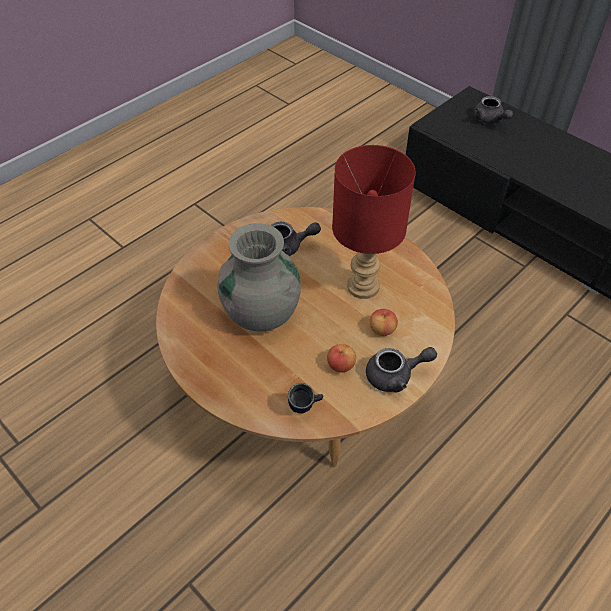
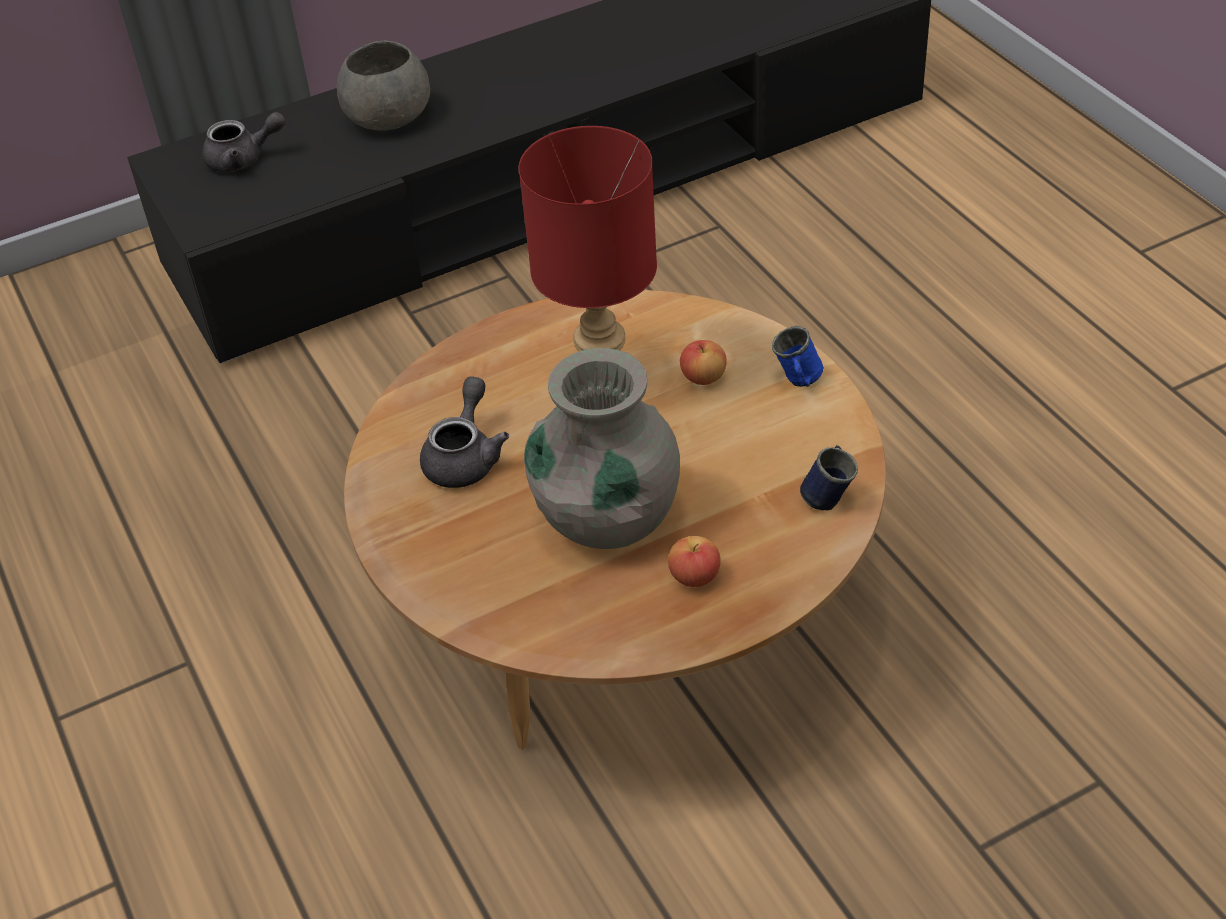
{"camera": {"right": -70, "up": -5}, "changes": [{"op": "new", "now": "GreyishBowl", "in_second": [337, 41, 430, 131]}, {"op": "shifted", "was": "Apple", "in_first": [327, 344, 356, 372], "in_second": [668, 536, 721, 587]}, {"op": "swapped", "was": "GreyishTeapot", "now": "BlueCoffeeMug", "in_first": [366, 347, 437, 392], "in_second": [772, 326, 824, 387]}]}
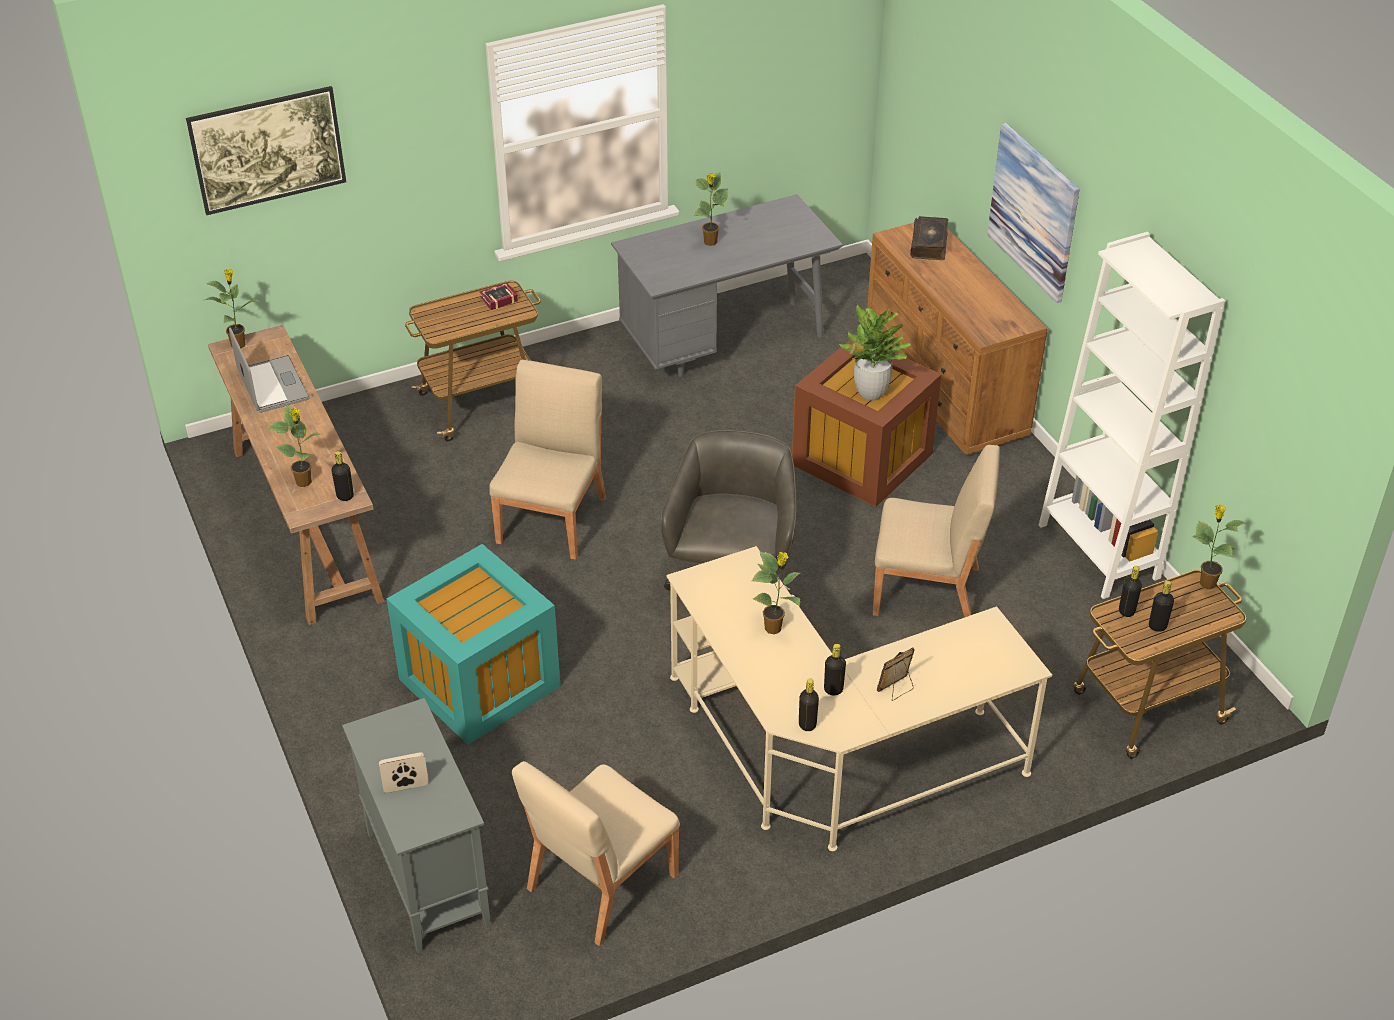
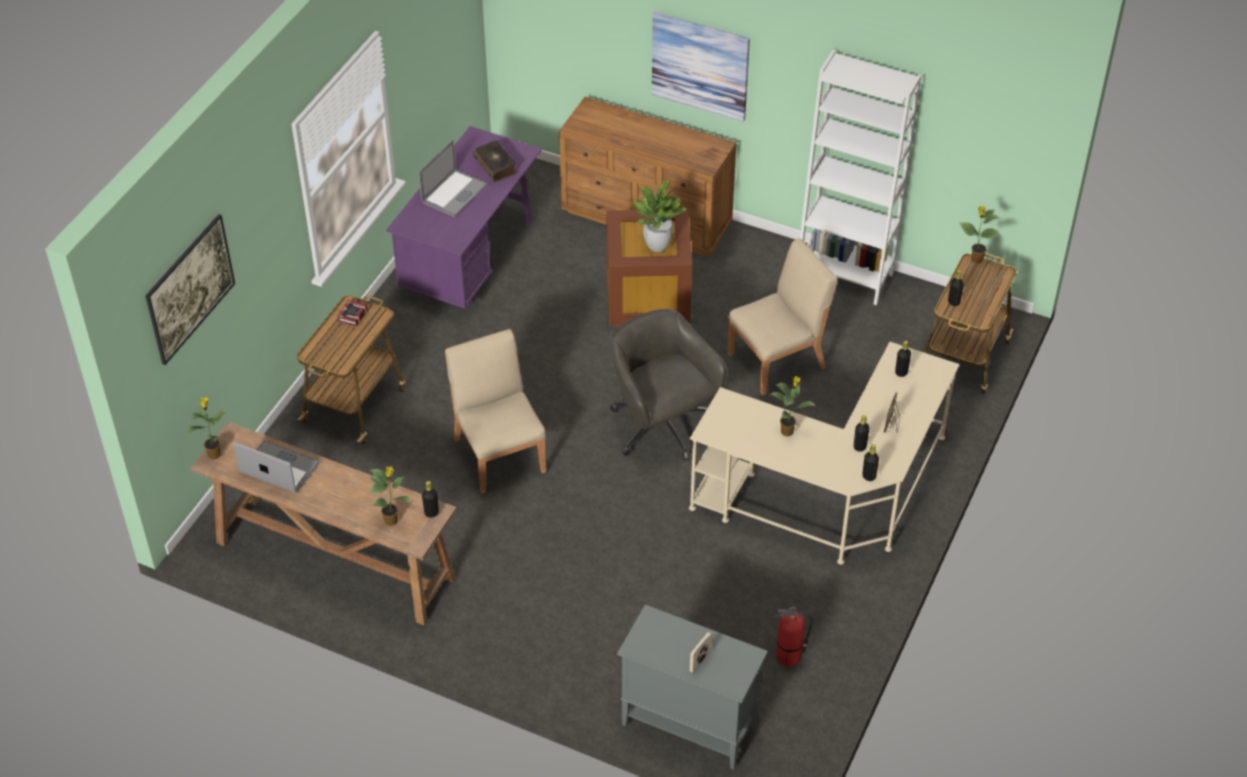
{"camera": {"right": -40, "up": 5}, "changes": [{"op": "repainted", "was": "GreyishDeskUnit", "now": "PurpleColouredDeskUnit", "in_first": [611, 194, 843, 377], "in_second": [386, 126, 542, 309]}, {"op": "swapped", "was": "Houseplant", "now": "PortableComputer", "in_first": [694, 172, 728, 246], "in_second": [419, 140, 487, 217]}, {"op": "shifted", "was": "BoundBook", "in_first": [910, 216, 948, 260], "in_second": [473, 140, 517, 182]}, {"op": "swapped", "was": "BeigeChair", "now": "FireExtinguisher", "in_first": [512, 761, 680, 946], "in_second": [774, 607, 812, 667]}, {"op": "shifted", "was": "BlackishBottle", "in_first": [1149, 581, 1174, 632], "in_second": [895, 340, 911, 377]}, {"op": "gone", "was": "TurquoiseStorageBox", "in_first": [387, 544, 560, 745]}]}
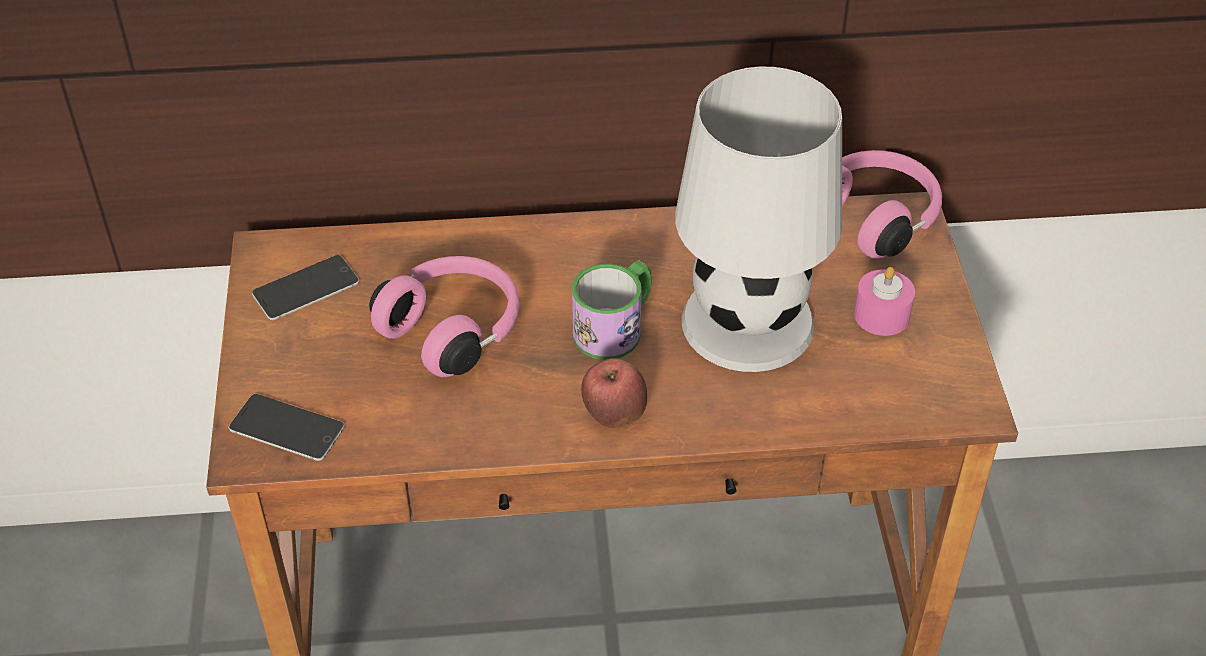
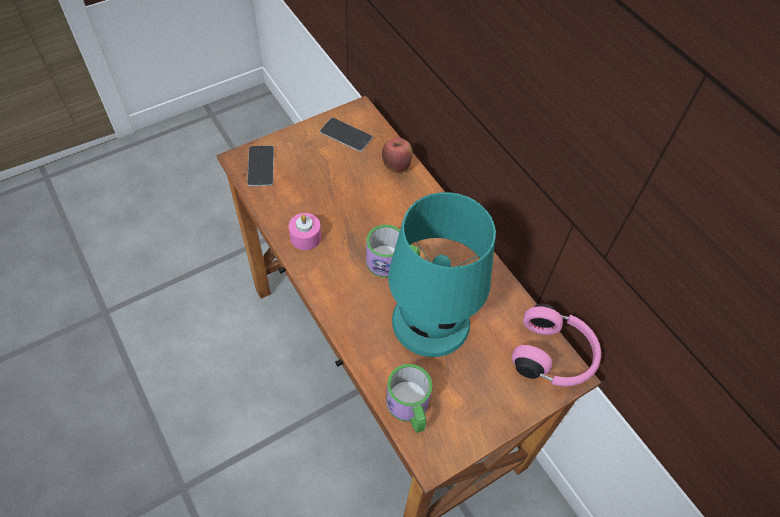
{"camera": {"right": 60, "up": 10}, "changes": [{"op": "shifted", "was": "PinkColouredCandle", "in_first": [854, 267, 915, 336], "in_second": [289, 213, 321, 250]}, {"op": "shifted", "was": "Apple", "in_first": [581, 358, 647, 429], "in_second": [382, 138, 413, 173]}, {"op": "new", "now": "CoffeeMug", "in_second": [386, 364, 432, 433]}, {"op": "repainted", "was": "WhiteColouredTableLamp", "now": "TurquoiseTableLamp", "in_first": [675, 67, 842, 372], "in_second": [388, 192, 496, 357]}, {"op": "gone", "was": "PinkColouredHeadset", "in_first": [369, 256, 520, 377]}]}
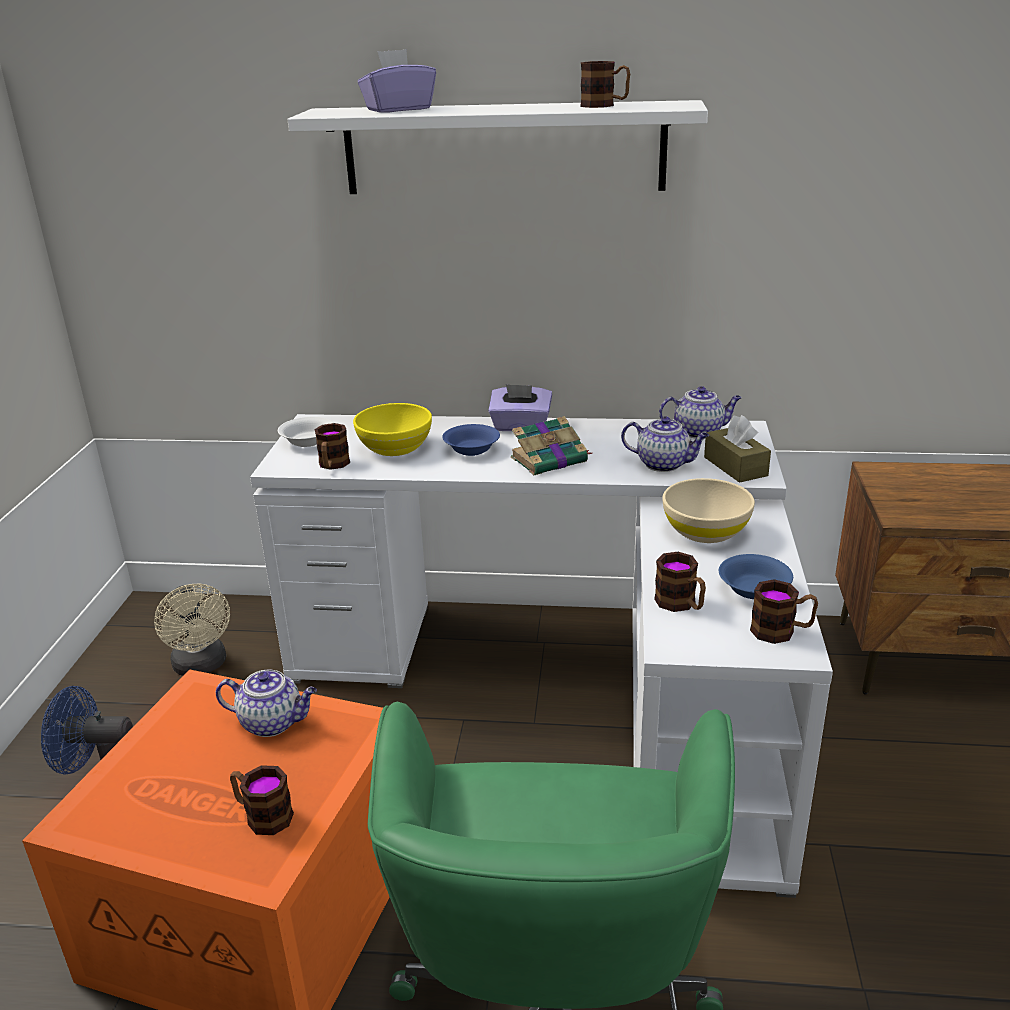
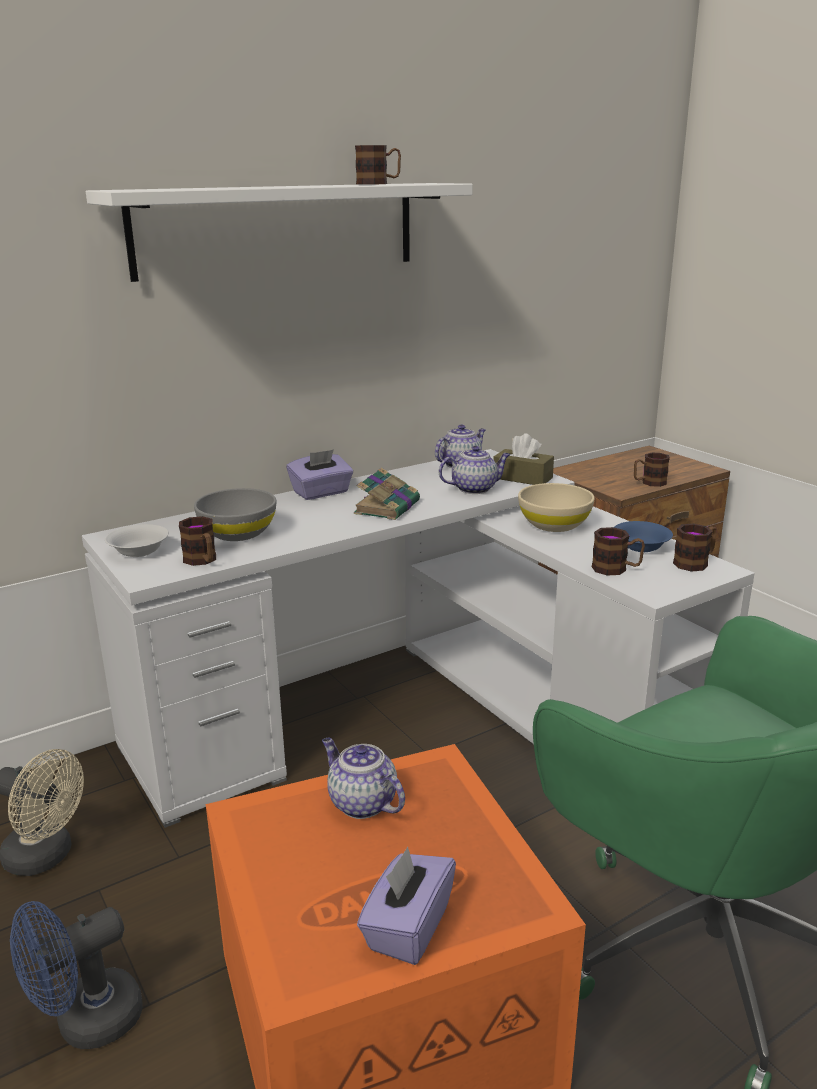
{"camera": {"right": -40, "up": -5}, "changes": [{"op": "repainted", "was": "YellowishBowl", "now": "GreyishBowl", "in_first": [353, 403, 432, 456], "in_second": [194, 488, 276, 541]}, {"op": "rotated", "was": "Teapot", "in_first": [216, 670, 317, 737], "in_second": [322, 738, 405, 819], "clockwise": -105}, {"op": "shifted", "was": "PurpleColouredTissueBox", "in_first": [358, 49, 436, 113], "in_second": [357, 847, 456, 965]}, {"op": "shifted", "was": "CoffeeMug", "in_first": [230, 765, 294, 835], "in_second": [634, 453, 670, 487]}, {"op": "gone", "was": "BlueBowl", "in_first": [442, 424, 500, 456]}]}
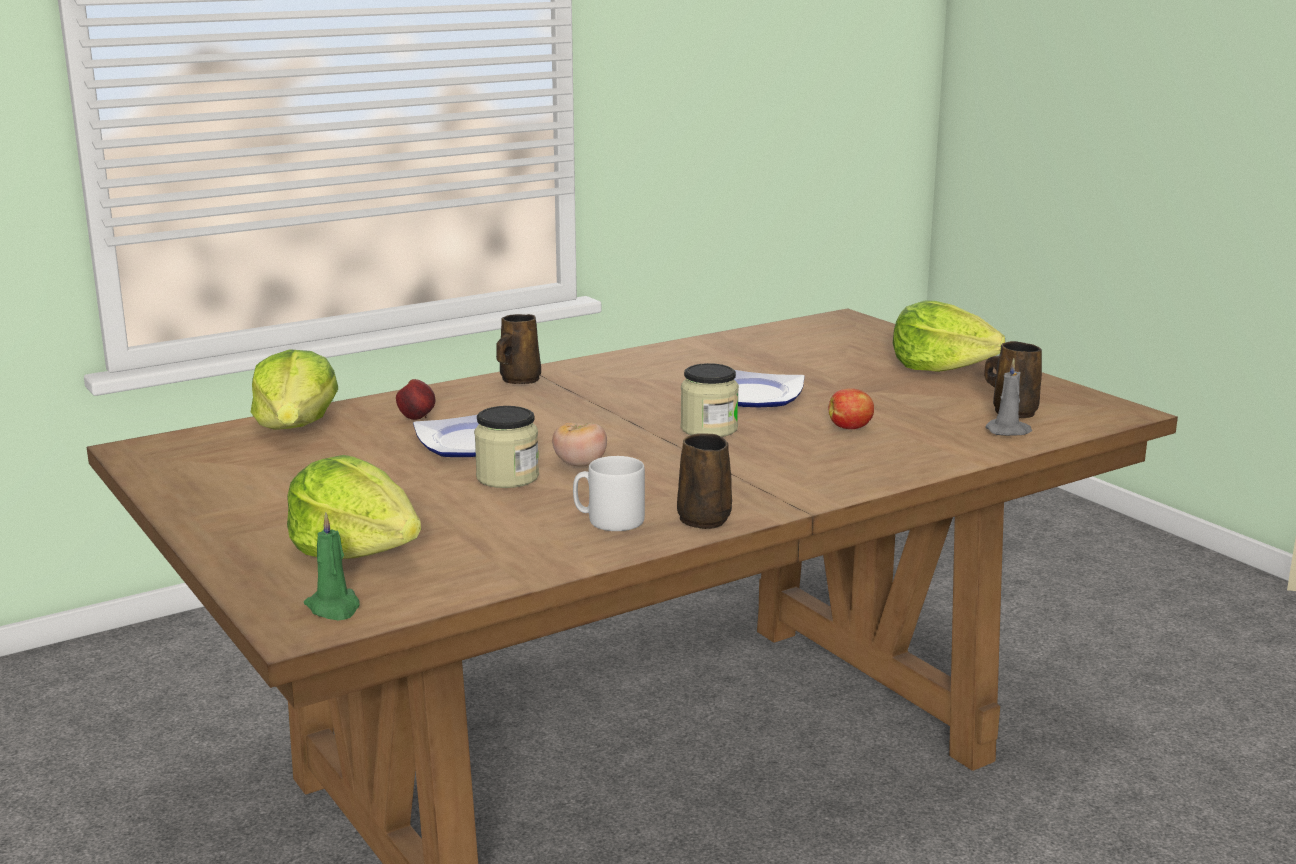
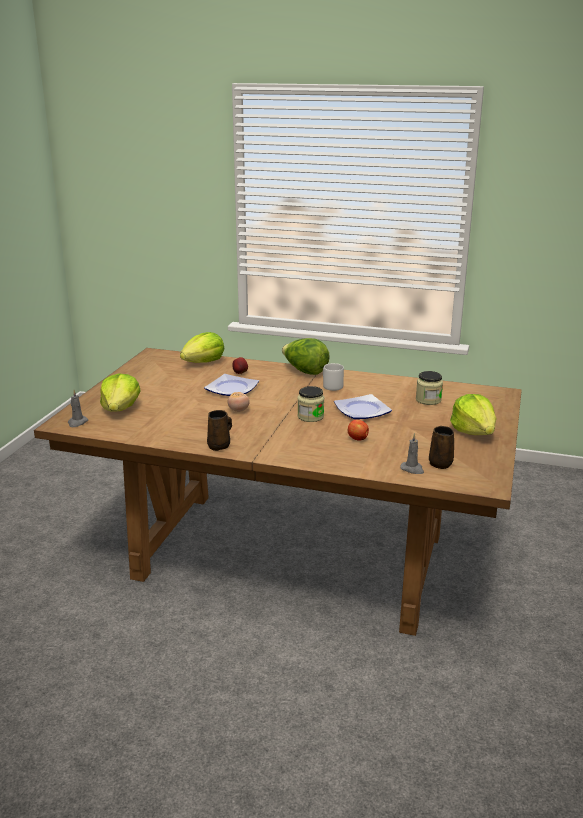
{"camera": {"right": 50, "up": 5}, "changes": [{"op": "repainted", "was": "GreenishCandle", "now": "GreyishCandle", "in_first": [304, 512, 360, 620], "in_second": [68, 390, 88, 427]}, {"op": "swapped", "was": "BrownishCoffeeMug", "now": "Lettuce", "in_first": [496, 314, 541, 384], "in_second": [282, 338, 330, 375]}, {"op": "shifted", "was": "GreyishCoffeeMug", "in_first": [573, 456, 645, 531], "in_second": [323, 363, 344, 391]}, {"op": "shifted", "was": "StorageJar", "in_first": [474, 406, 539, 488], "in_second": [416, 371, 443, 405]}]}
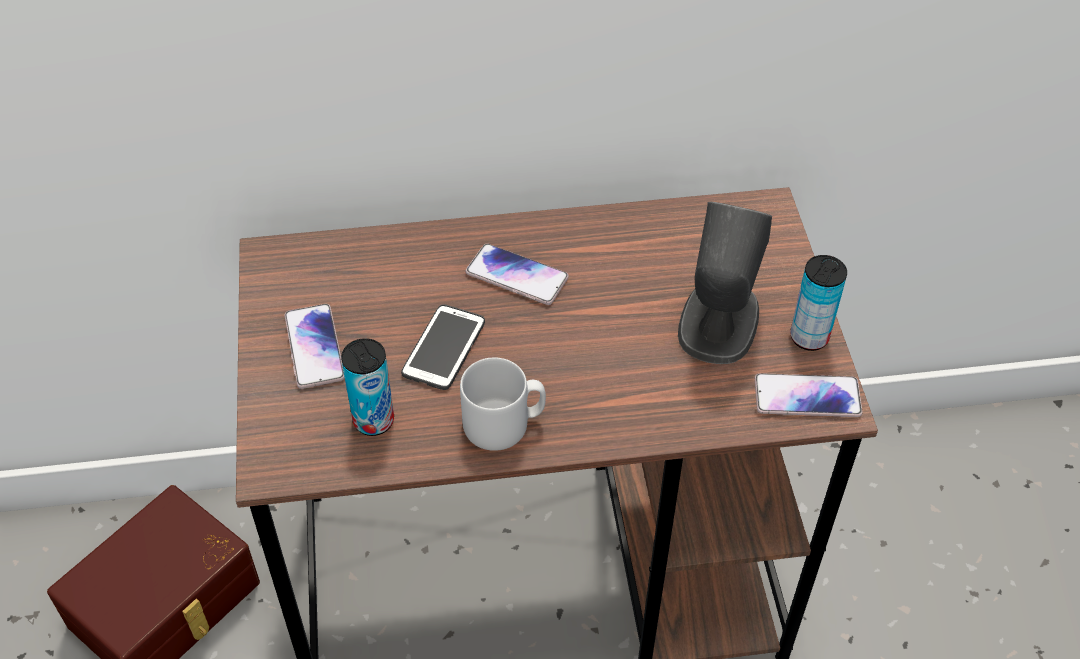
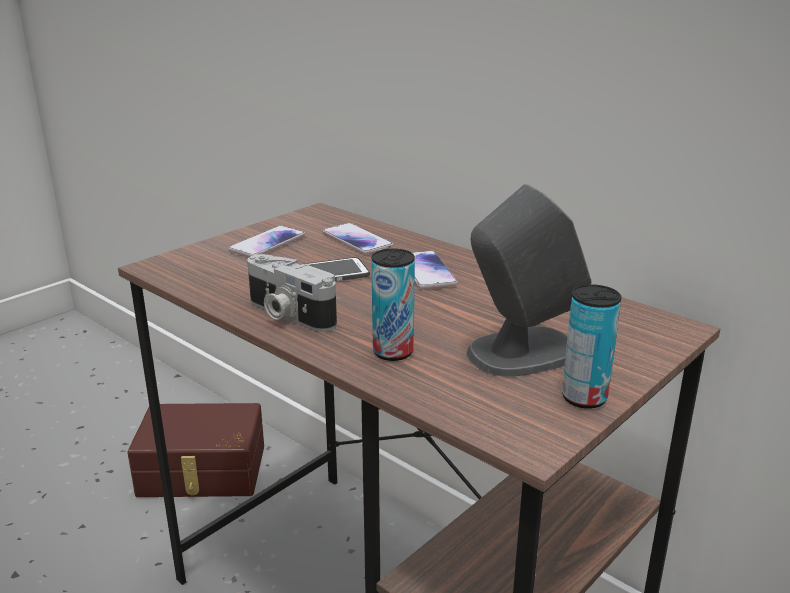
{"camera": {"right": 50, "up": -25}, "changes": [{"op": "swapped", "was": "GreyishCoffeeMug", "now": "StillCamera", "in_first": [460, 357, 546, 451], "in_second": [247, 254, 337, 332]}, {"op": "shifted", "was": "Phone", "in_first": [755, 373, 863, 417], "in_second": [323, 223, 393, 254]}, {"op": "shifted", "was": "Can", "in_first": [341, 338, 394, 436], "in_second": [372, 249, 415, 361]}]}
